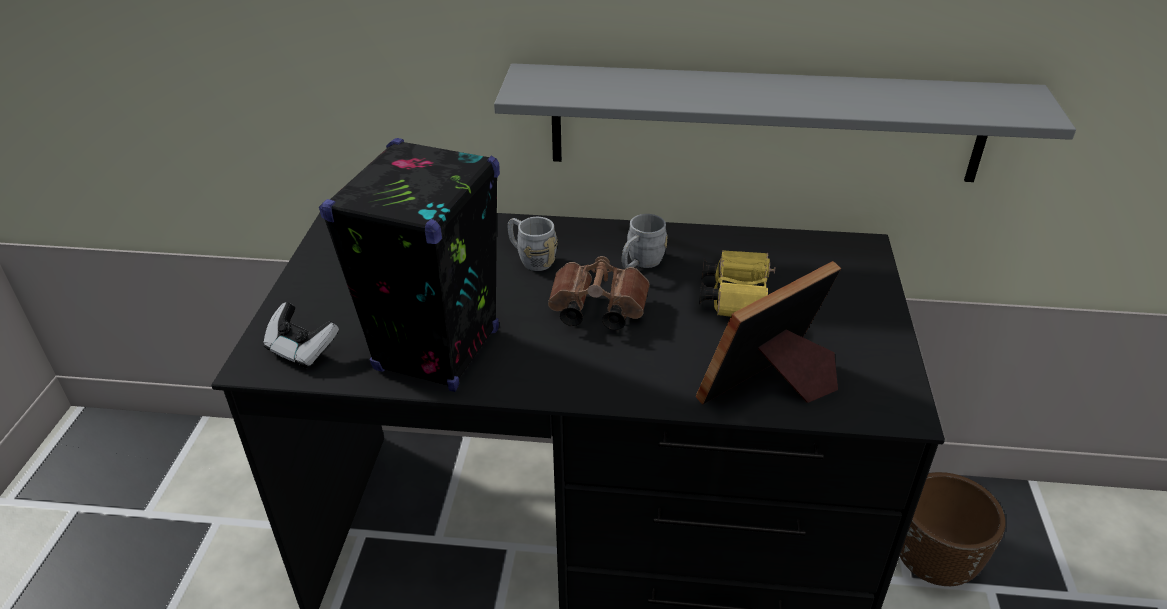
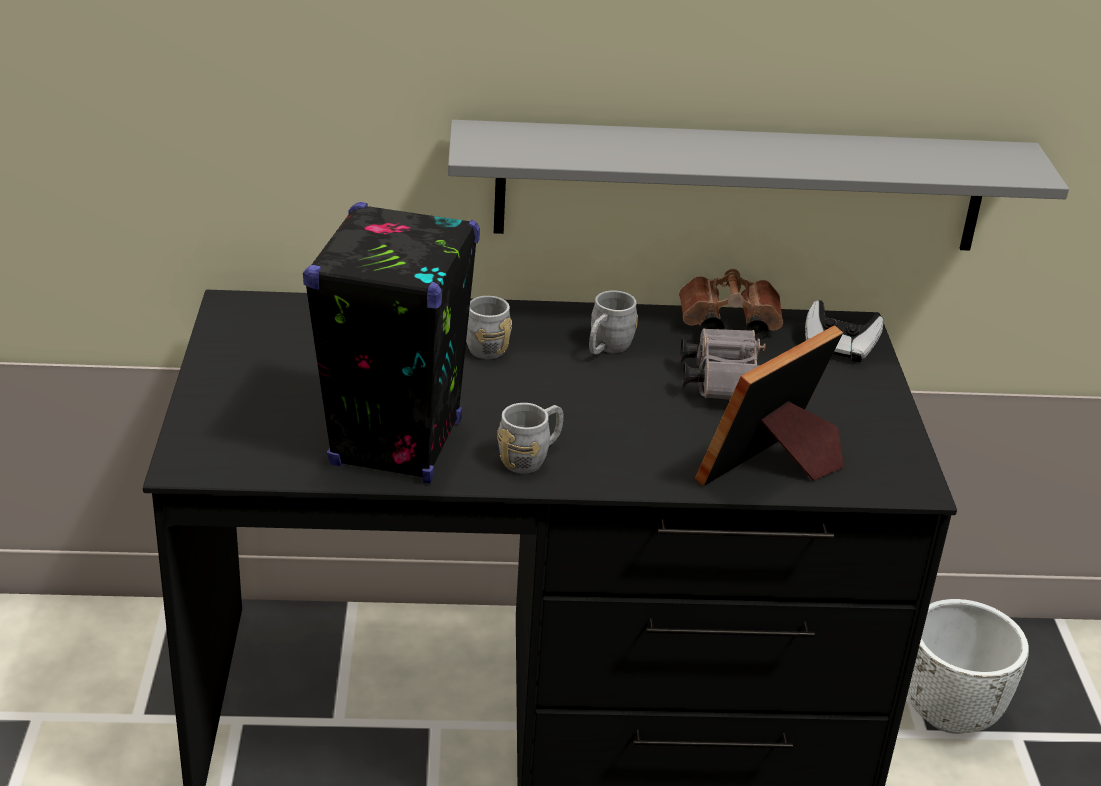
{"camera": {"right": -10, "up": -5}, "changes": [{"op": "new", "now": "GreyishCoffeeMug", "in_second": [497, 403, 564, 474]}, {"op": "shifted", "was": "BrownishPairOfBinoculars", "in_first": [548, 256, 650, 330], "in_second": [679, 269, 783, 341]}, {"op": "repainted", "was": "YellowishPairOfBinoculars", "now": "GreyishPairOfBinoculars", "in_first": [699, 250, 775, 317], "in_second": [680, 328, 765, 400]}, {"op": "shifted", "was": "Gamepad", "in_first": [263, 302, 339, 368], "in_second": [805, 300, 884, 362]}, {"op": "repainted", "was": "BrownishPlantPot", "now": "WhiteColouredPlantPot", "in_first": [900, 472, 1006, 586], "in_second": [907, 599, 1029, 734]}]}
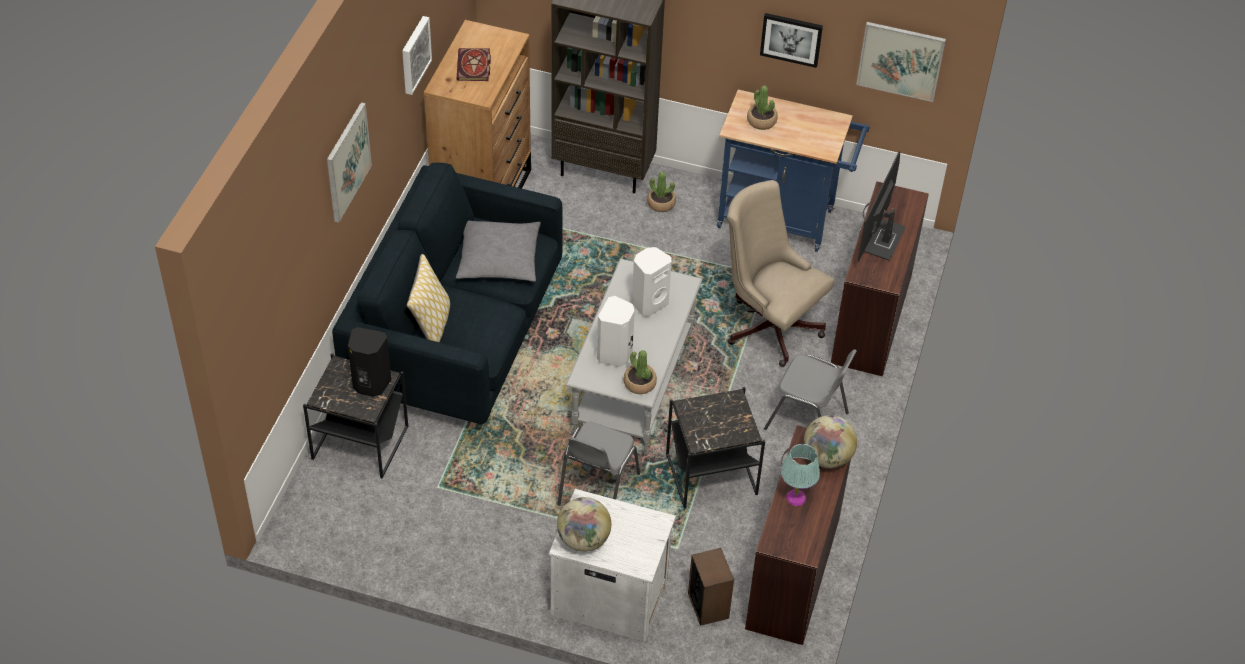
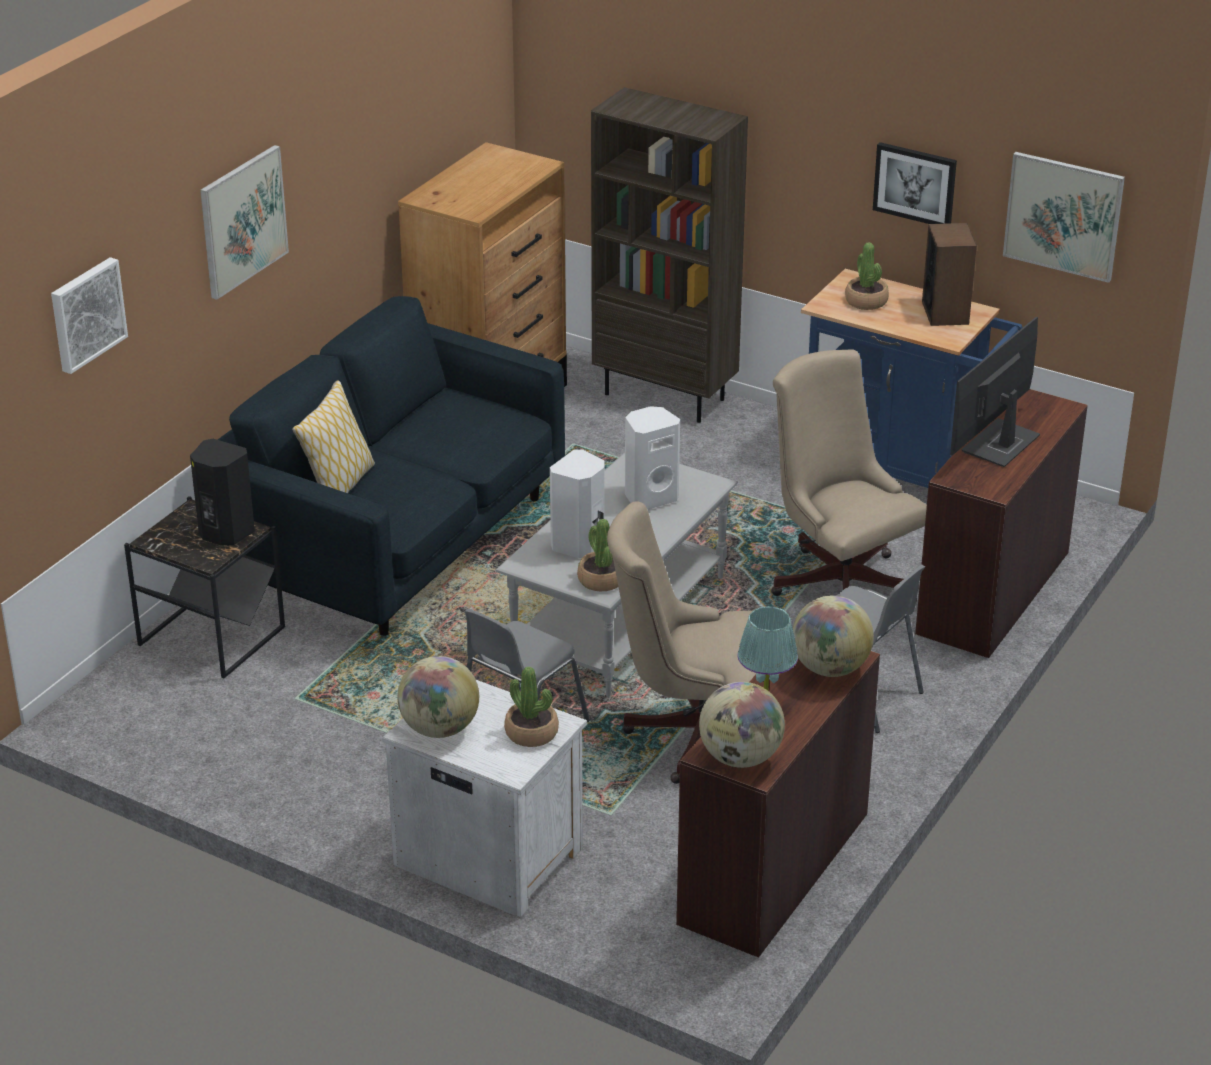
{"camera": {"right": 15, "up": -15}, "changes": [{"op": "shifted", "was": "WallArt", "in_first": [402, 16, 432, 95], "in_second": [51, 257, 128, 374]}, {"op": "shifted", "was": "Houseplant", "in_first": [647, 172, 676, 212], "in_second": [504, 667, 559, 747]}, {"op": "swapped", "was": "BlackishAccentTable", "now": "BeigeOfficeChair", "in_first": [666, 387, 765, 508], "in_second": [607, 501, 756, 784]}, {"op": "new", "now": "WorldGlobe", "in_second": [699, 682, 785, 768]}, {"op": "shifted", "was": "AudioSpeaker", "in_first": [688, 548, 734, 626], "in_second": [922, 223, 977, 326]}, {"op": "gone", "was": "GreyishPillow", "in_first": [456, 221, 541, 281]}, {"op": "gone", "was": "BoundBook", "in_first": [457, 48, 491, 81]}]}
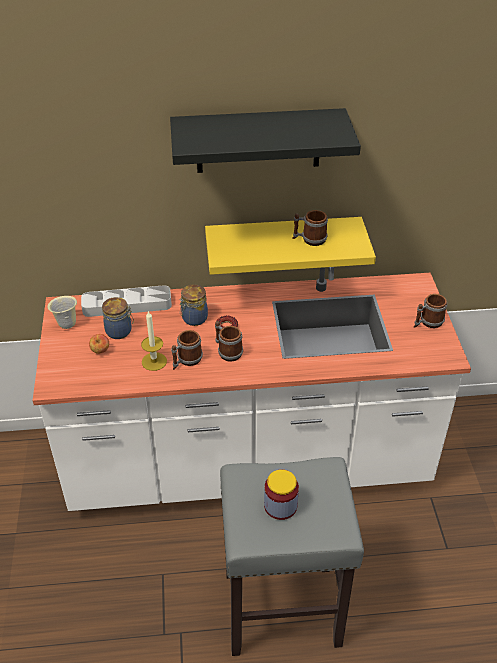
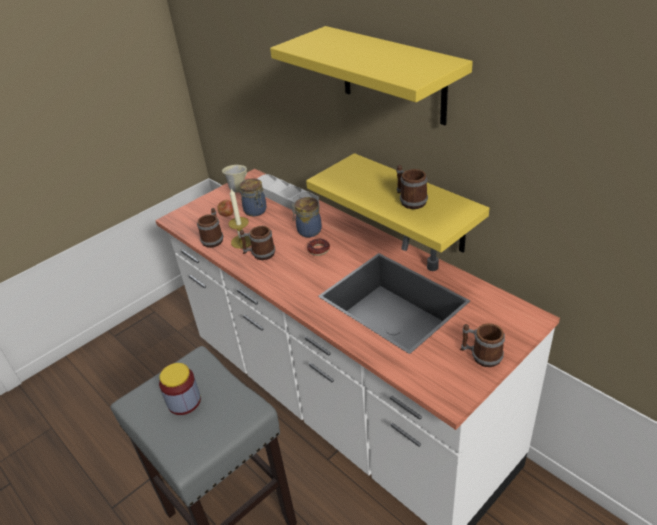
{"camera": {"right": 55, "up": -5}, "changes": [{"op": "shifted", "was": "CoffeeMug", "in_first": [215, 321, 243, 362], "in_second": [197, 208, 223, 248]}, {"op": "repainted", "was": "BlackishWallShelf", "now": "YellowishWallShelf", "in_first": [170, 108, 361, 173], "in_second": [270, 26, 473, 125]}]}
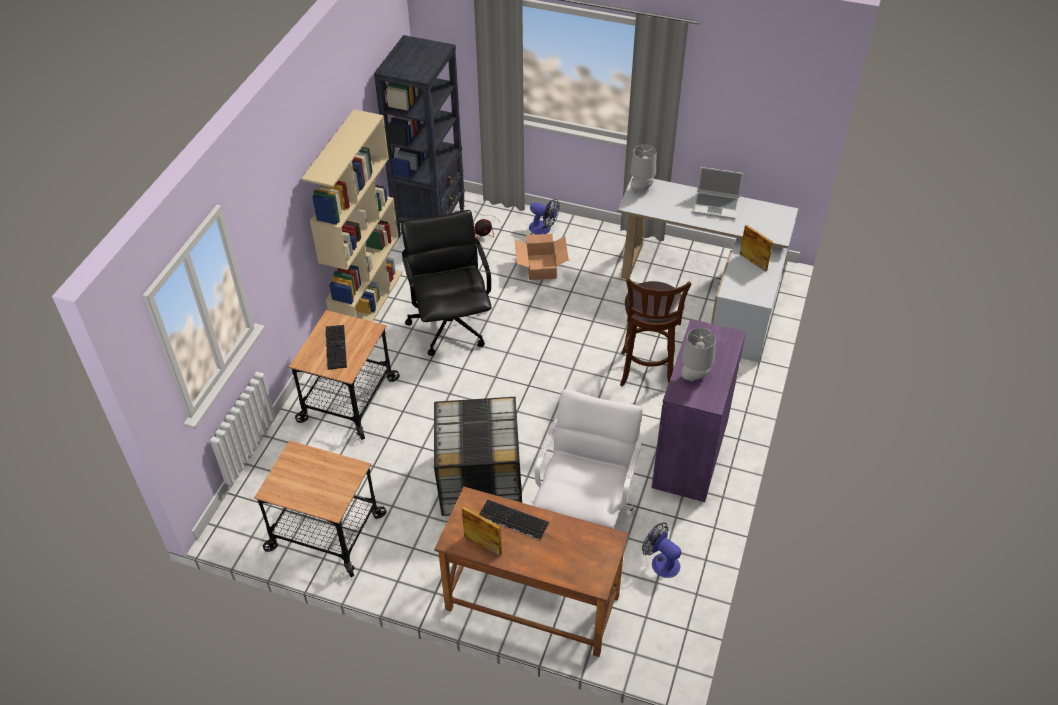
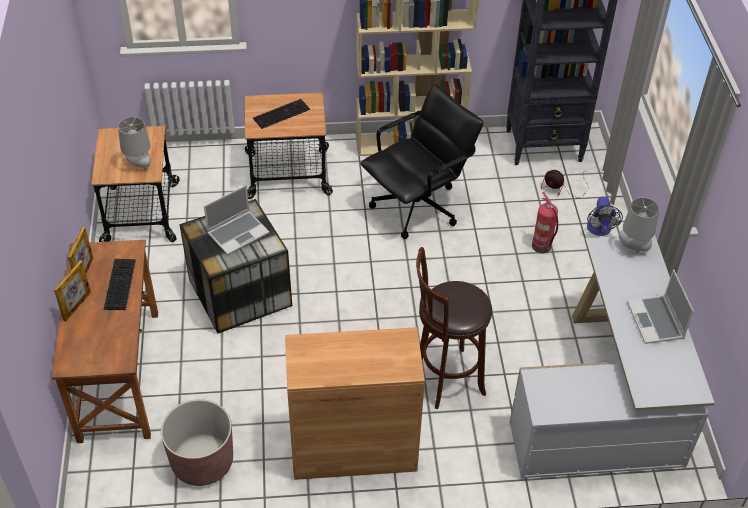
{"camera": {"right": 65, "up": 0}, "changes": [{"op": "shifted", "was": "PhotoFrame", "in_first": [740, 225, 773, 272], "in_second": [54, 260, 91, 321]}, {"op": "shifted", "was": "GreyishTableLamp", "in_first": [681, 328, 716, 382], "in_second": [118, 117, 151, 170]}, {"op": "swapped", "was": "Fan", "now": "BrownishPlantPot", "in_first": [642, 522, 681, 578], "in_second": [161, 399, 233, 486]}, {"op": "new", "now": "PortableComputer", "in_second": [204, 185, 269, 255]}, {"op": "repainted", "was": "PurpleColouredStorageCabinet", "now": "BrownishStorageCabinet", "in_first": [652, 319, 746, 502], "in_second": [285, 327, 425, 480]}, {"op": "swapped", "was": "CardboardBox", "now": "FireExtinguisher", "in_first": [515, 234, 569, 280], "in_second": [532, 192, 558, 254]}, {"op": "gone", "was": "WhiteColouredOfficeChair", "in_first": [533, 389, 643, 528]}]}
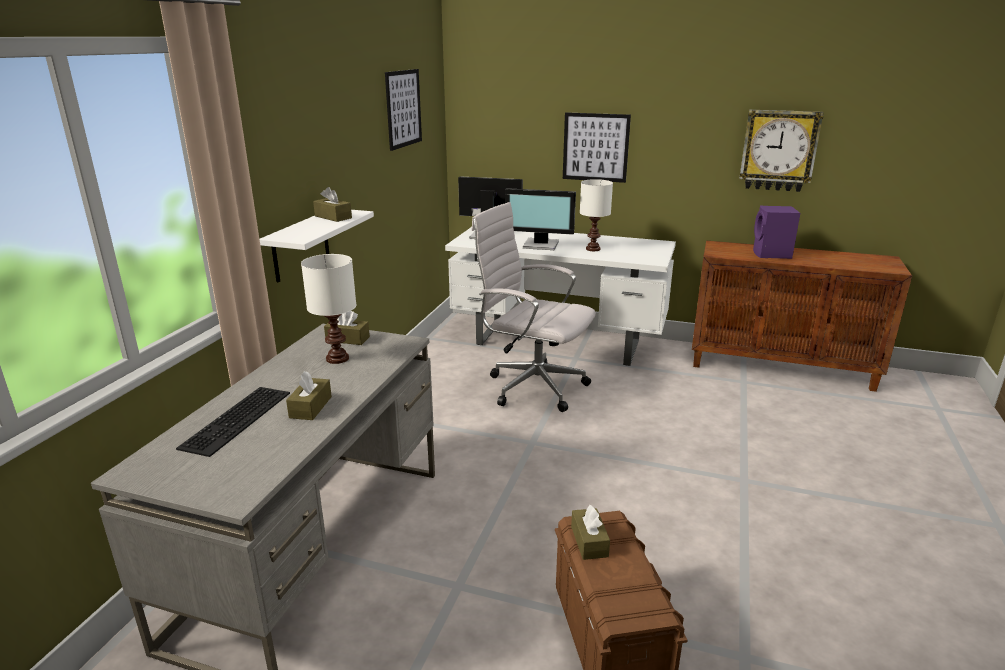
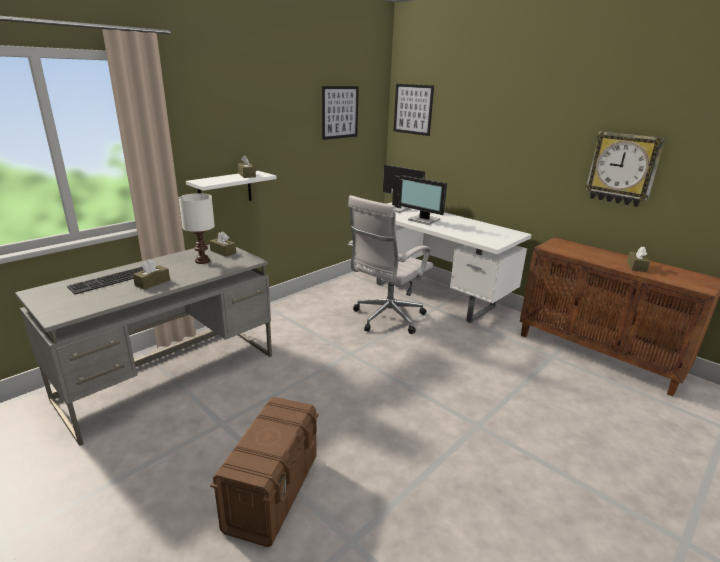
{"camera": {"right": 25, "up": 0}, "changes": [{"op": "rotated", "was": "WhiteColouredOfficeChair", "in_first": [471, 202, 596, 412], "in_second": [348, 195, 433, 334], "clockwise": -105}, {"op": "shifted", "was": "WallArt", "in_first": [563, 112, 631, 183], "in_second": [394, 84, 434, 136]}, {"op": "shifted", "was": "BrownishTissueBox", "in_first": [571, 505, 610, 560], "in_second": [627, 246, 650, 272]}, {"op": "gone", "was": "WhiteColouredTableLamp", "in_first": [580, 179, 613, 251]}, {"op": "gone", "was": "PurpleColouredAudioSpeaker", "in_first": [753, 206, 800, 259]}]}
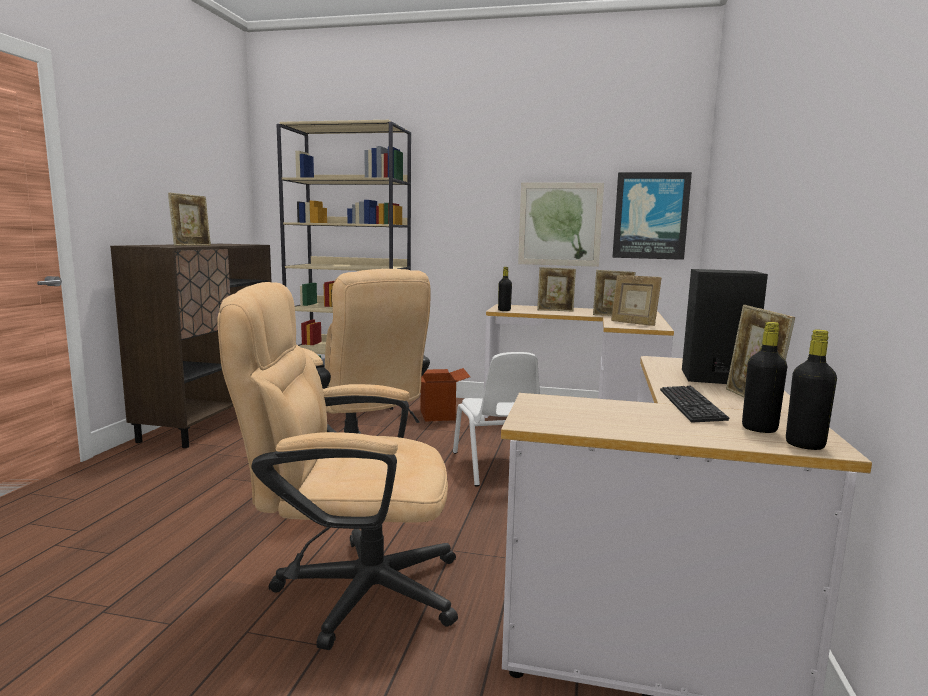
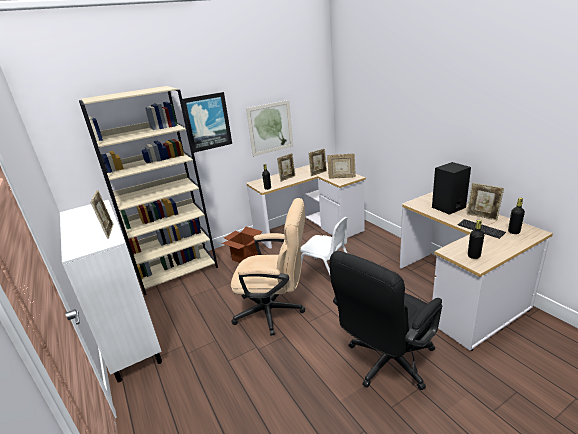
{"camera": {"right": -40, "up": 15}, "changes": [{"op": "repainted", "was": "BrownishStorageCabinet", "now": "WhiteColouredStorageCabinet", "in_first": [110, 244, 271, 448], "in_second": [60, 200, 162, 383]}, {"op": "shifted", "was": "WallArt", "in_first": [612, 172, 692, 260], "in_second": [182, 92, 232, 153]}, {"op": "repainted", "was": "BeigeOfficeChair", "now": "BlackishOfficeChair", "in_first": [217, 282, 458, 650], "in_second": [329, 251, 442, 391]}, {"op": "shifted", "was": "BlackishBottle", "in_first": [786, 330, 837, 450], "in_second": [468, 220, 484, 259]}]}
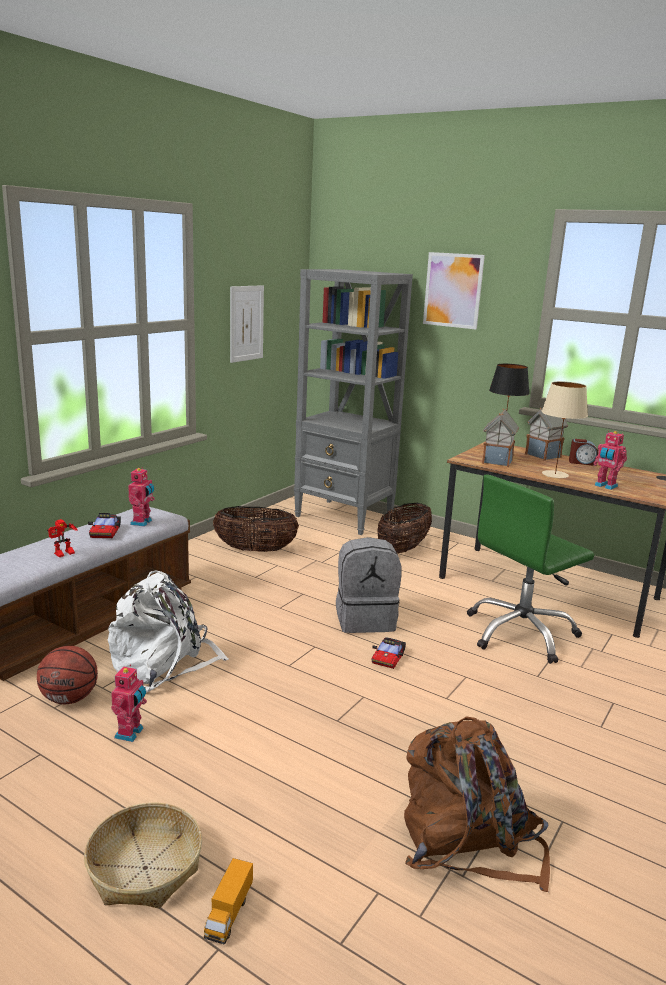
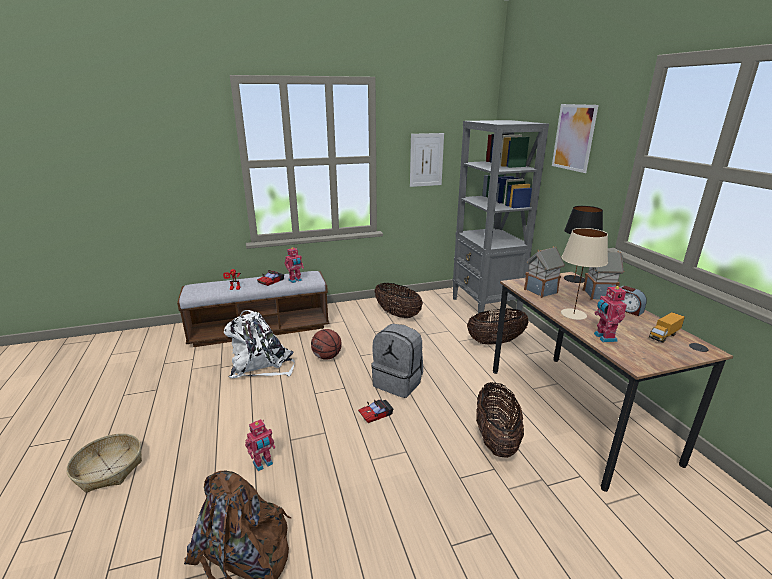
{"camera": {"right": 40, "up": 5}, "changes": [{"op": "shifted", "was": "RobotFigure", "in_first": [111, 665, 147, 742], "in_second": [245, 419, 275, 471]}, {"op": "shifted", "was": "BasketballBall", "in_first": [37, 646, 98, 704], "in_second": [311, 329, 342, 360]}, {"op": "swapped", "was": "GreenishOfficeChair", "now": "HouseholdBasket", "in_first": [467, 474, 594, 664], "in_second": [476, 382, 524, 458]}, {"op": "shifted", "was": "ModelTruck", "in_first": [204, 858, 253, 945], "in_second": [649, 312, 685, 343]}]}
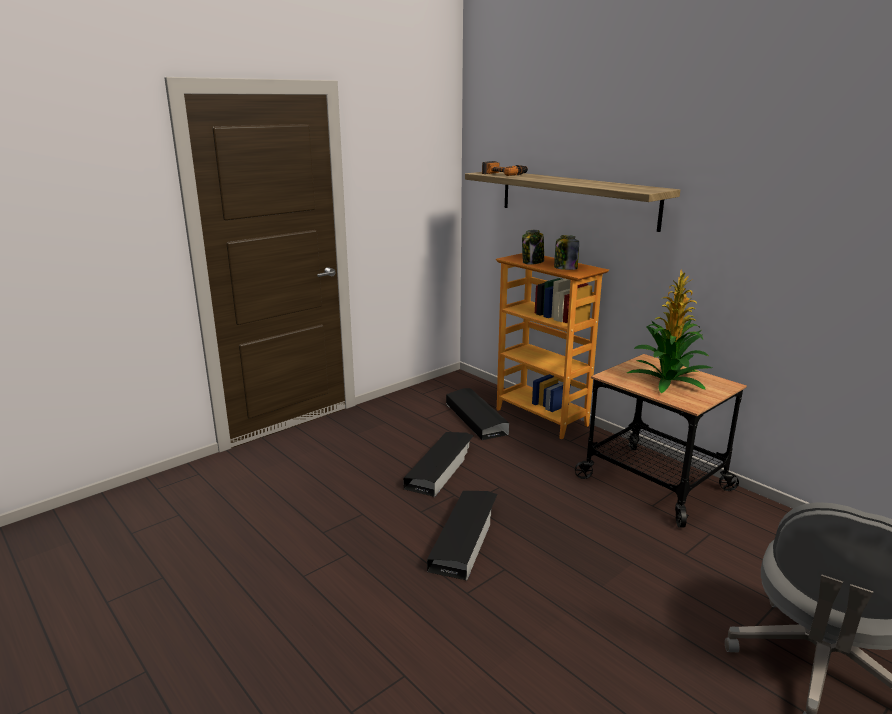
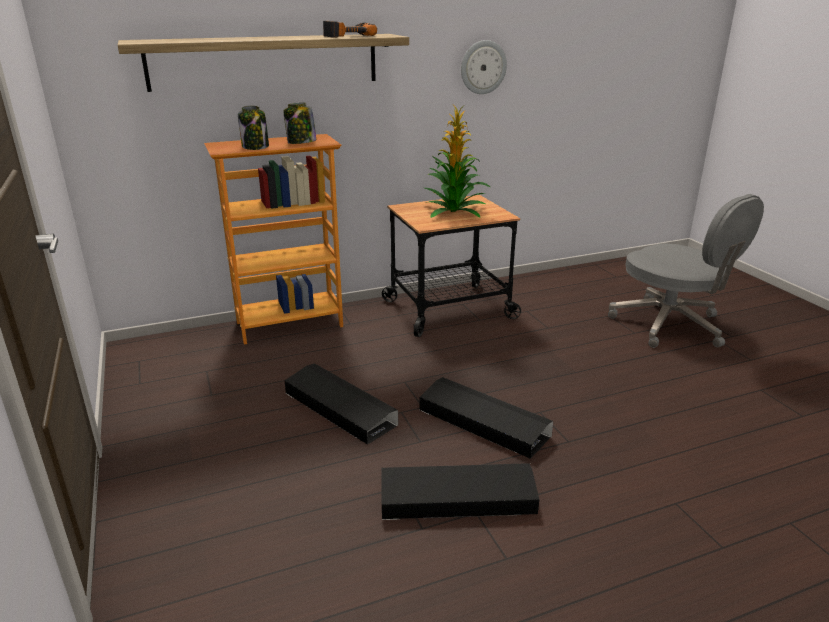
{"camera": {"right": -70, "up": 5}, "changes": [{"op": "shifted", "was": "ElectricDrill", "in_first": [482, 161, 528, 176], "in_second": [323, 21, 377, 38]}, {"op": "shifted", "was": "BlackishStorageBox", "in_first": [446, 388, 509, 440], "in_second": [381, 463, 539, 520]}, {"op": "new", "now": "HangingClock", "in_second": [461, 40, 507, 94]}]}
